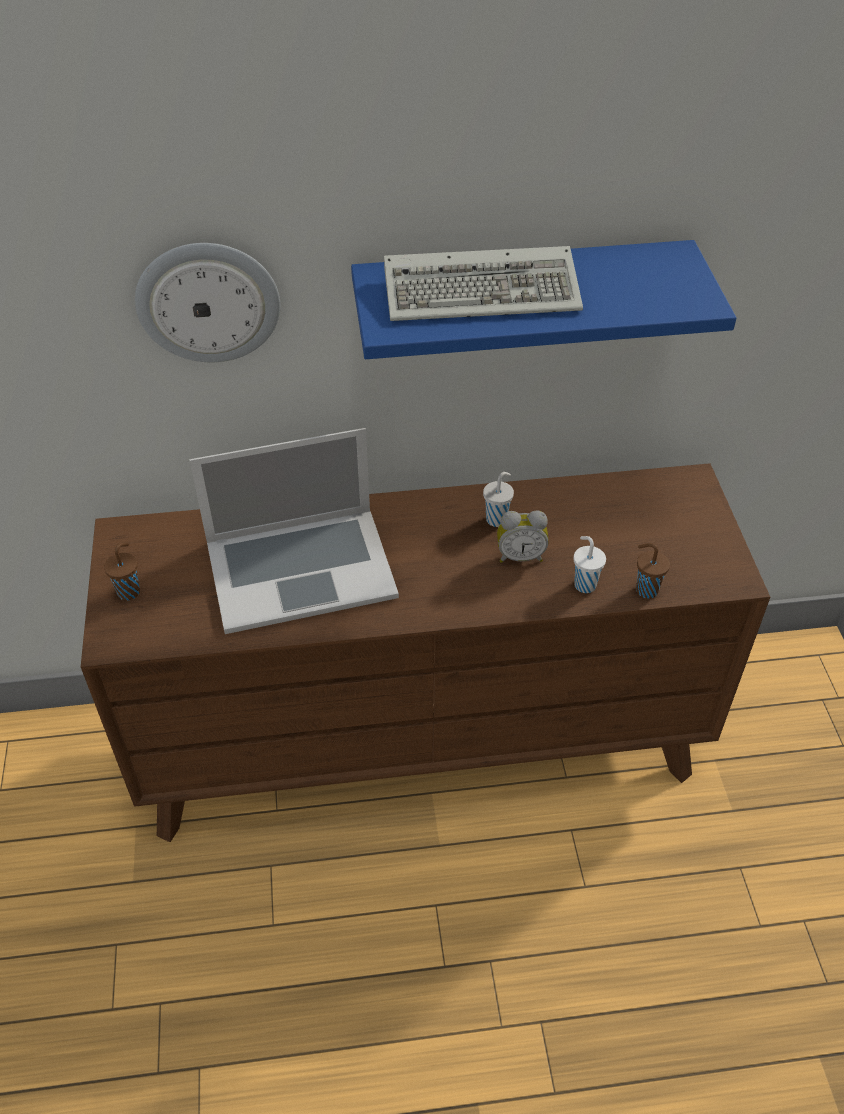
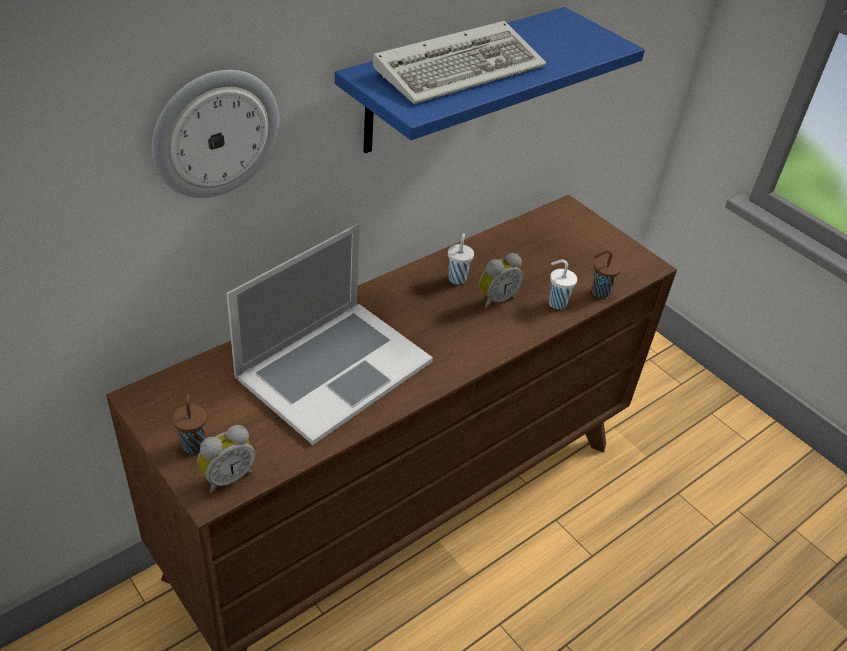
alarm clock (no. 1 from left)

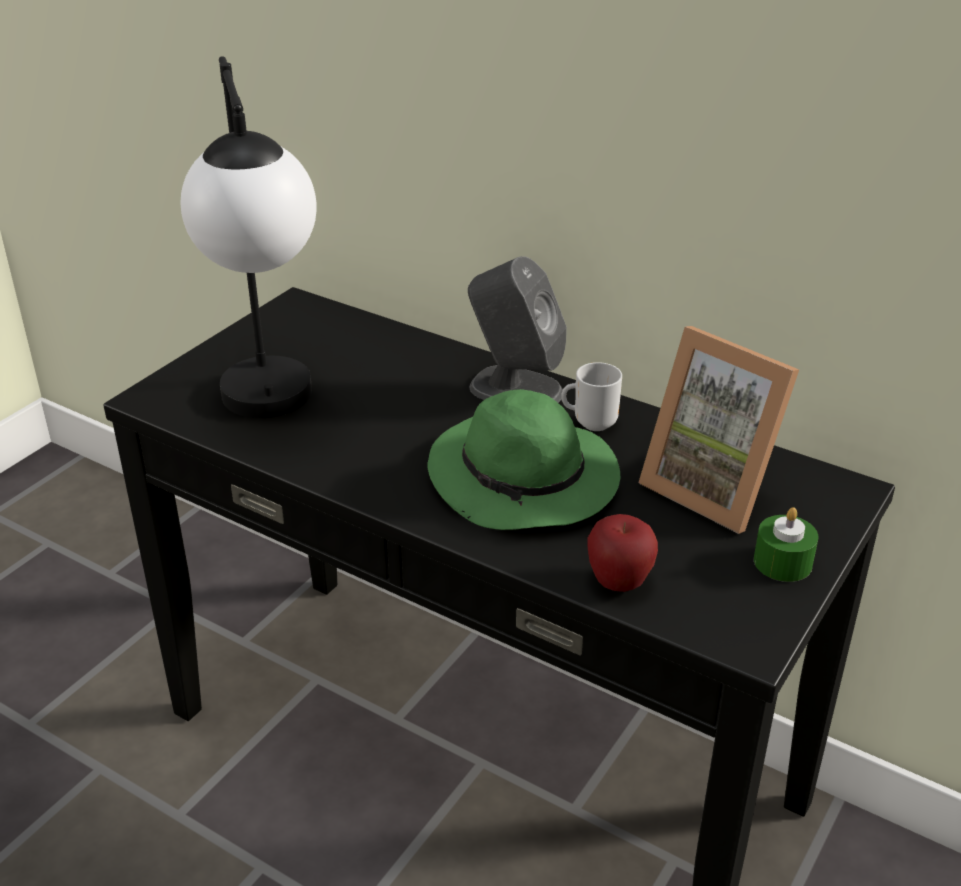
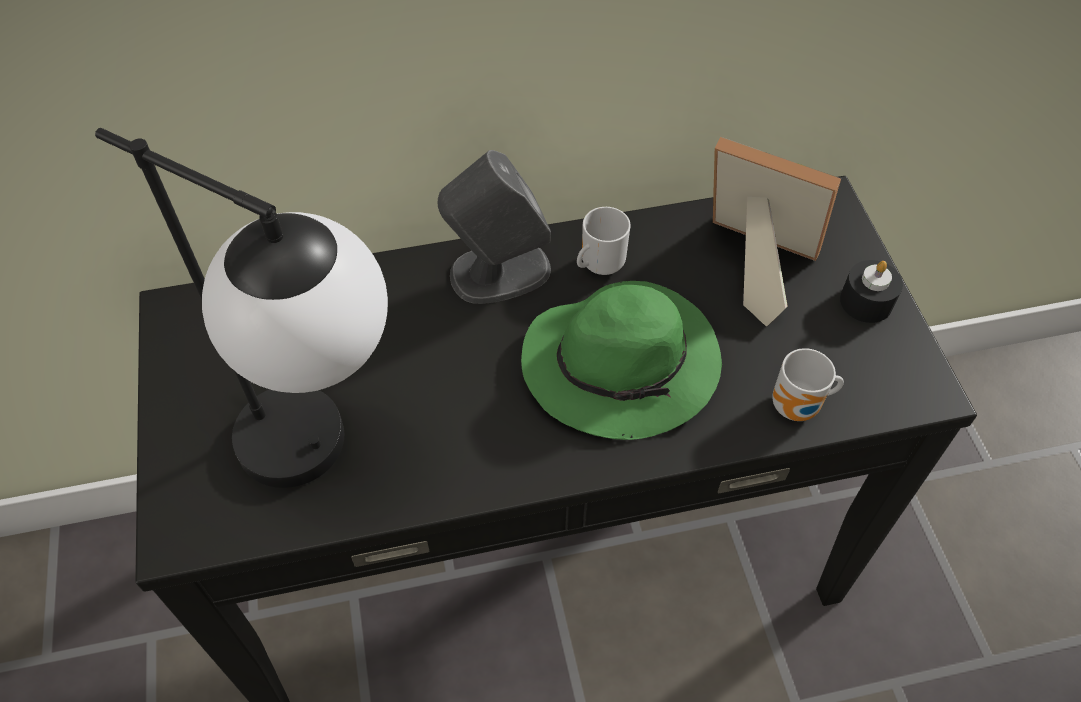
tea mug (no. 2 from left)
candle in blackish
standing frame

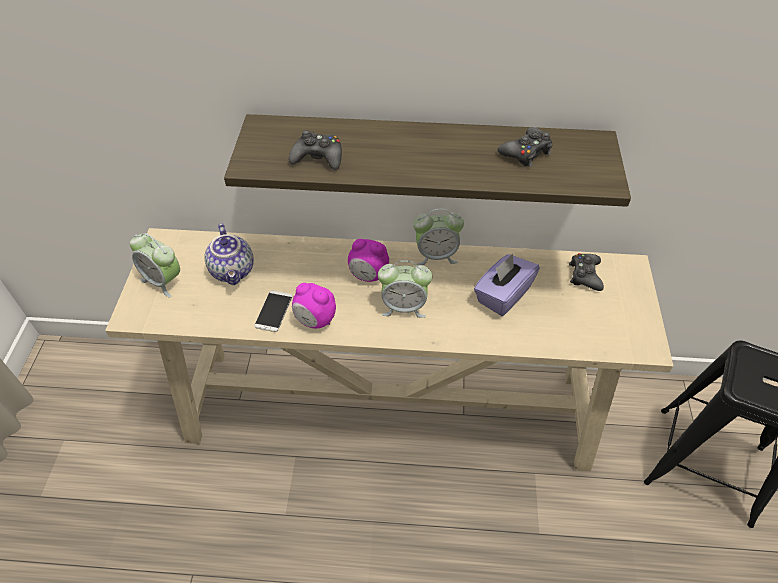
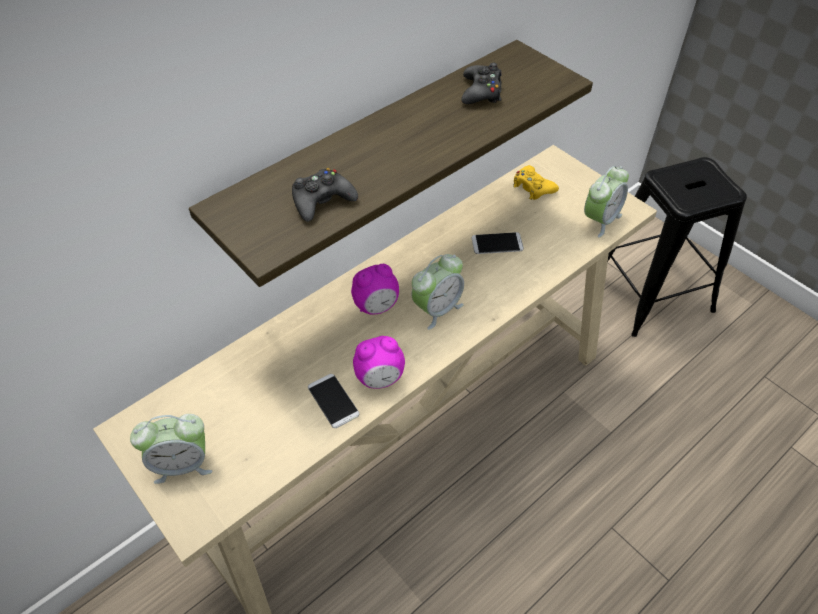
tea pot
alarm clock (no. 5 from left)
phone (no. 2 from left)
gamepad in yellow

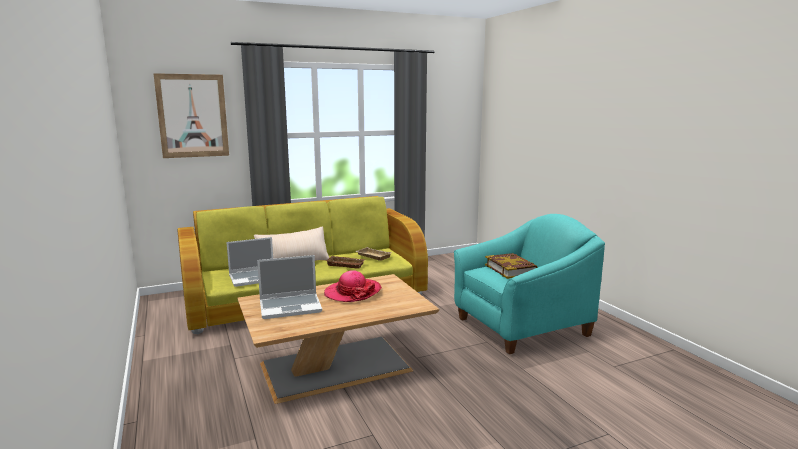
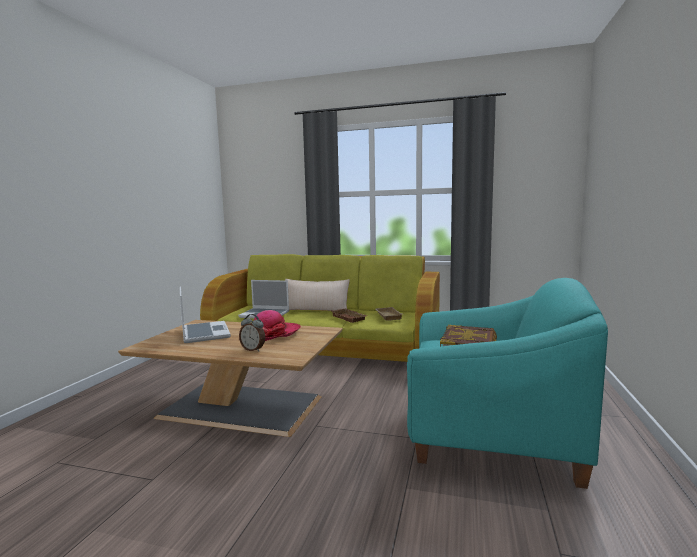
picture
alarm clock
laptop (no. 1 from left)

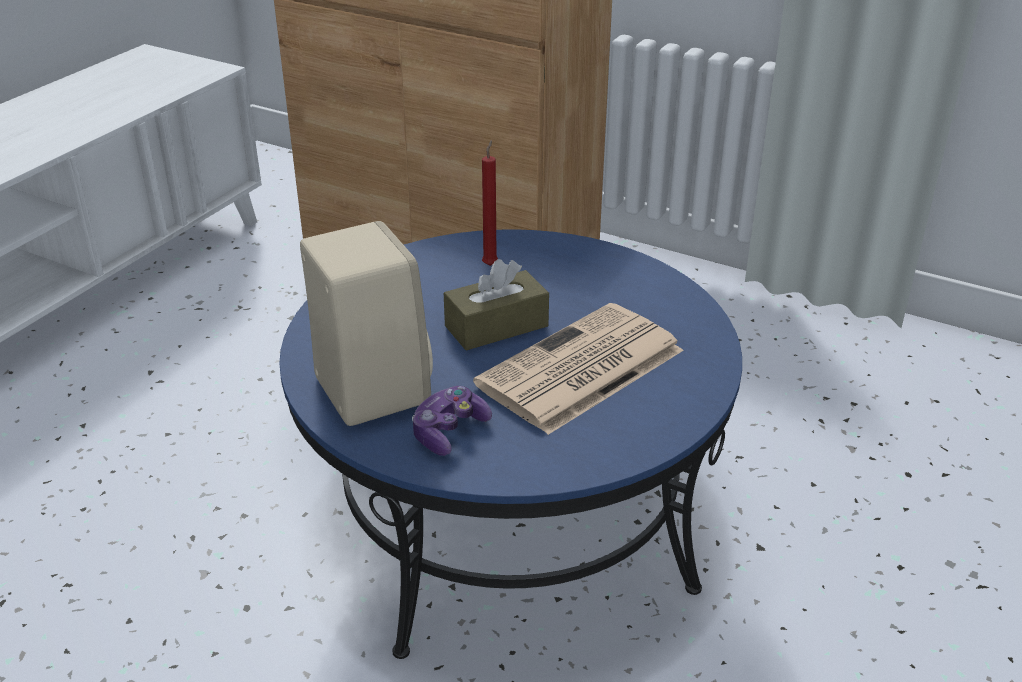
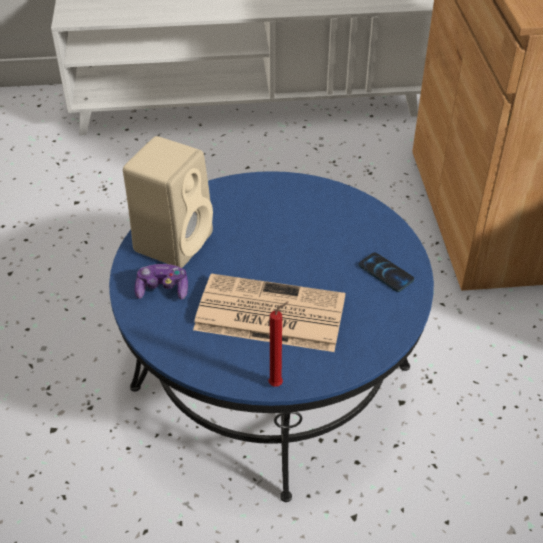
tissue holder in brown-coloured
phone
candle in red-coloured

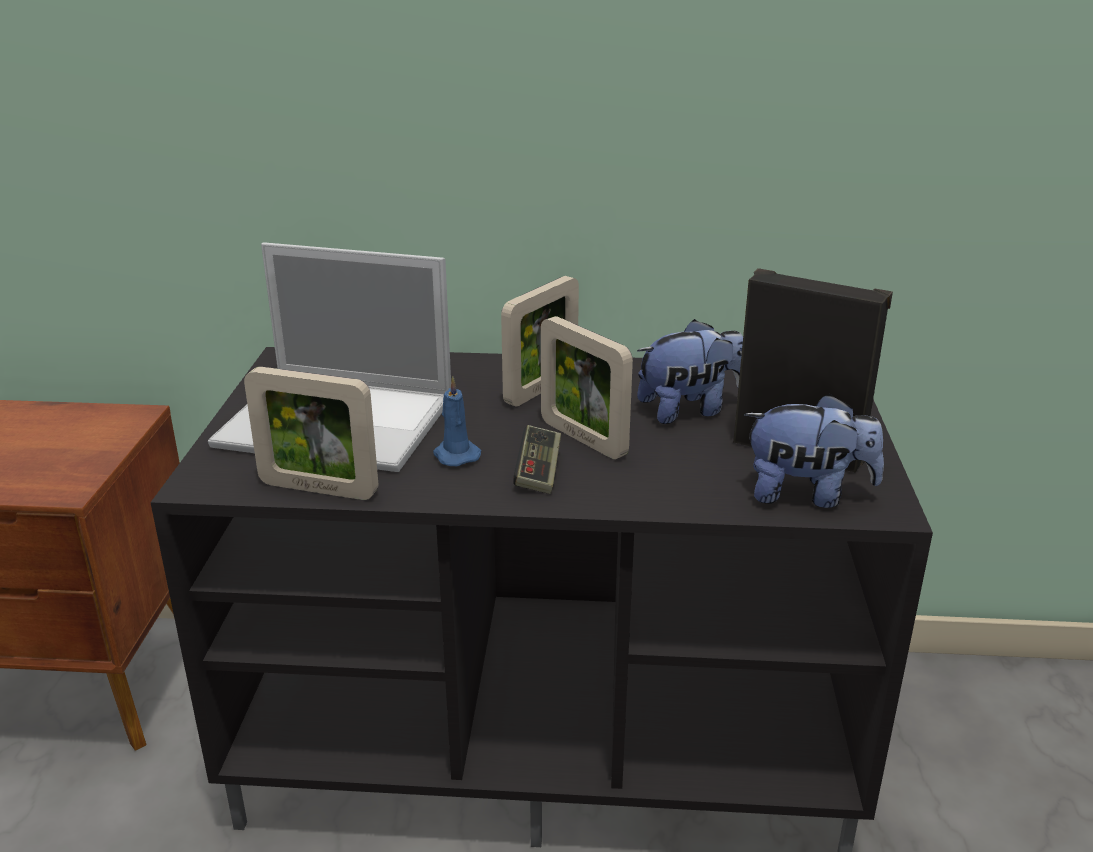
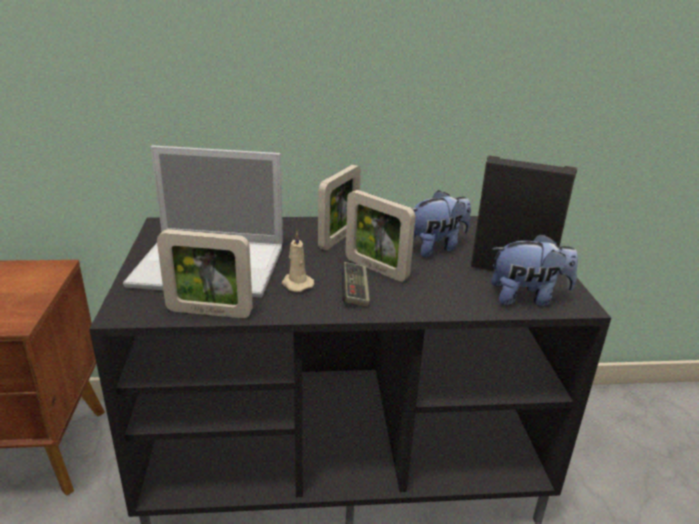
candle in beige-coloured

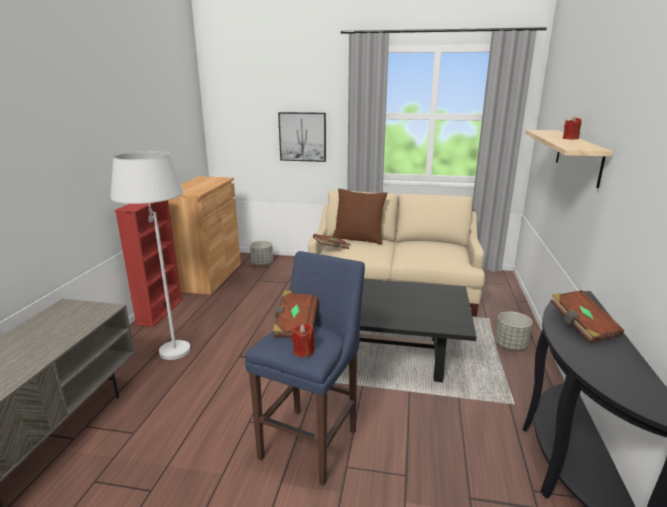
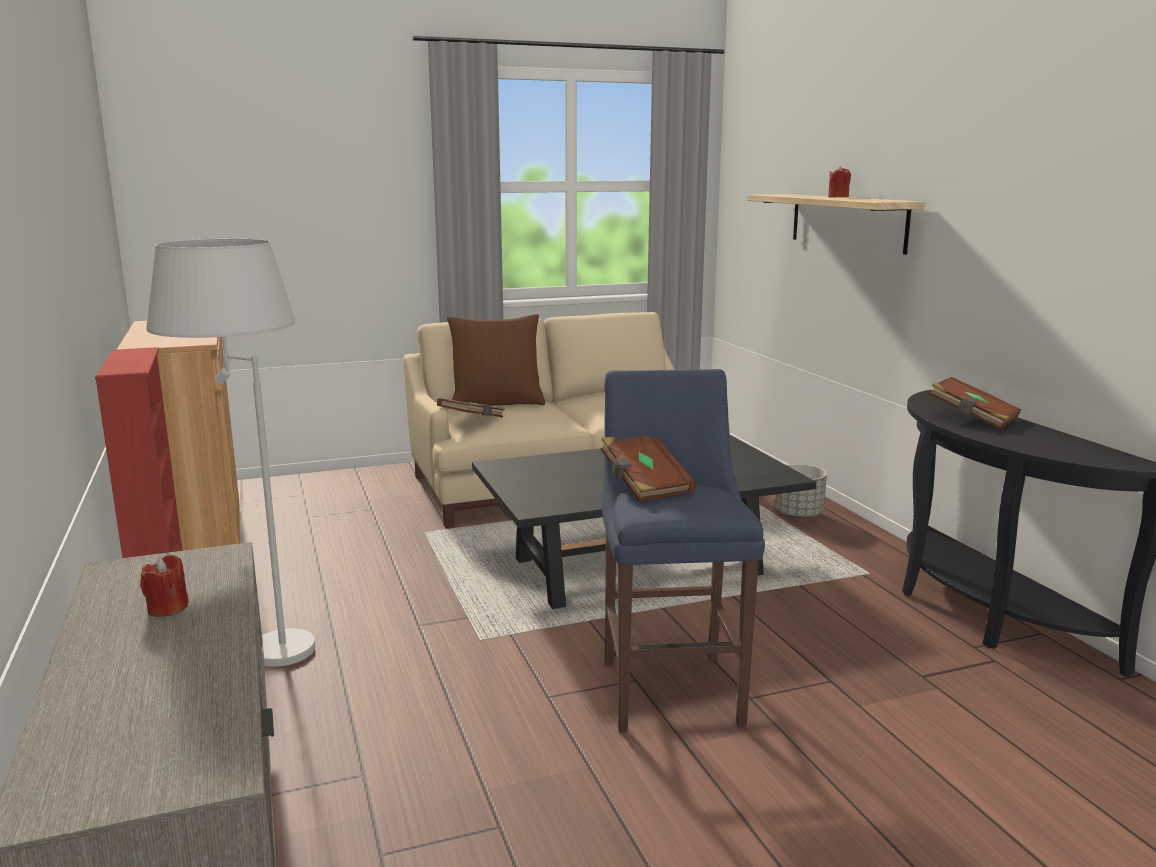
planter in greyish (no. 1 from left in the first image)
picture
candle in red-coloured (no. 1 from left)

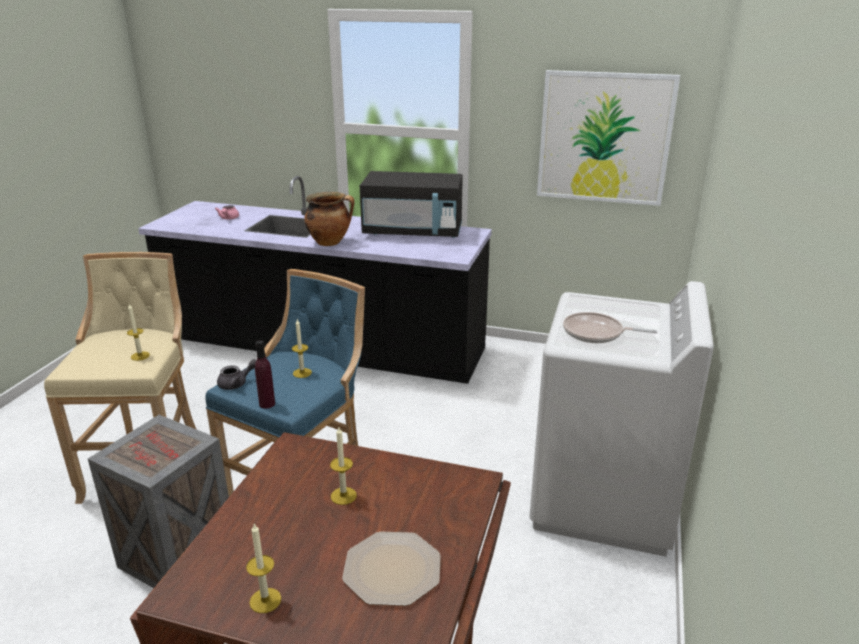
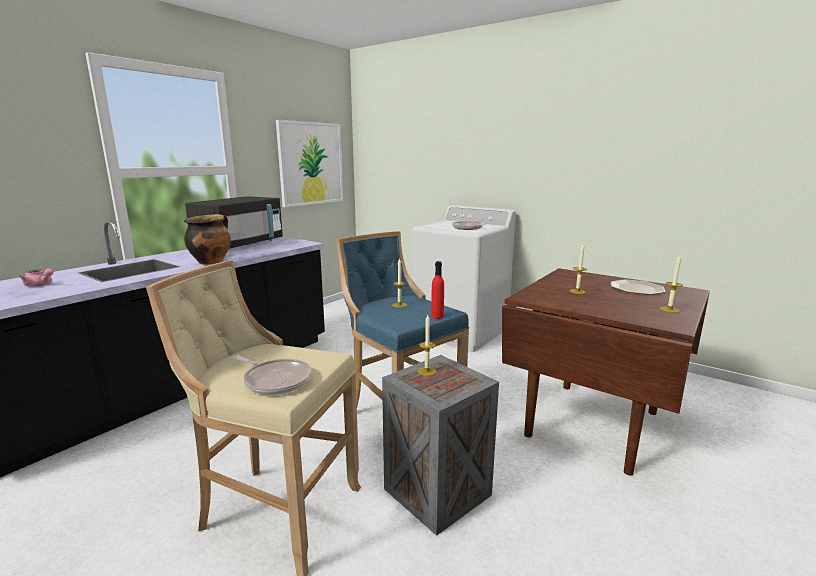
tea pot in greyish
skillet (no. 1 from left)
candle (no. 2 from left)
beverage bottle in red-coloured

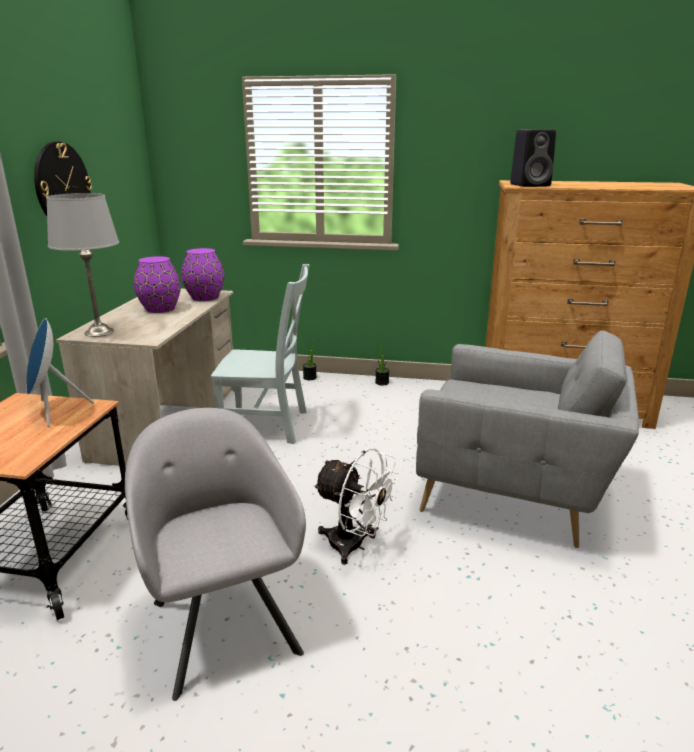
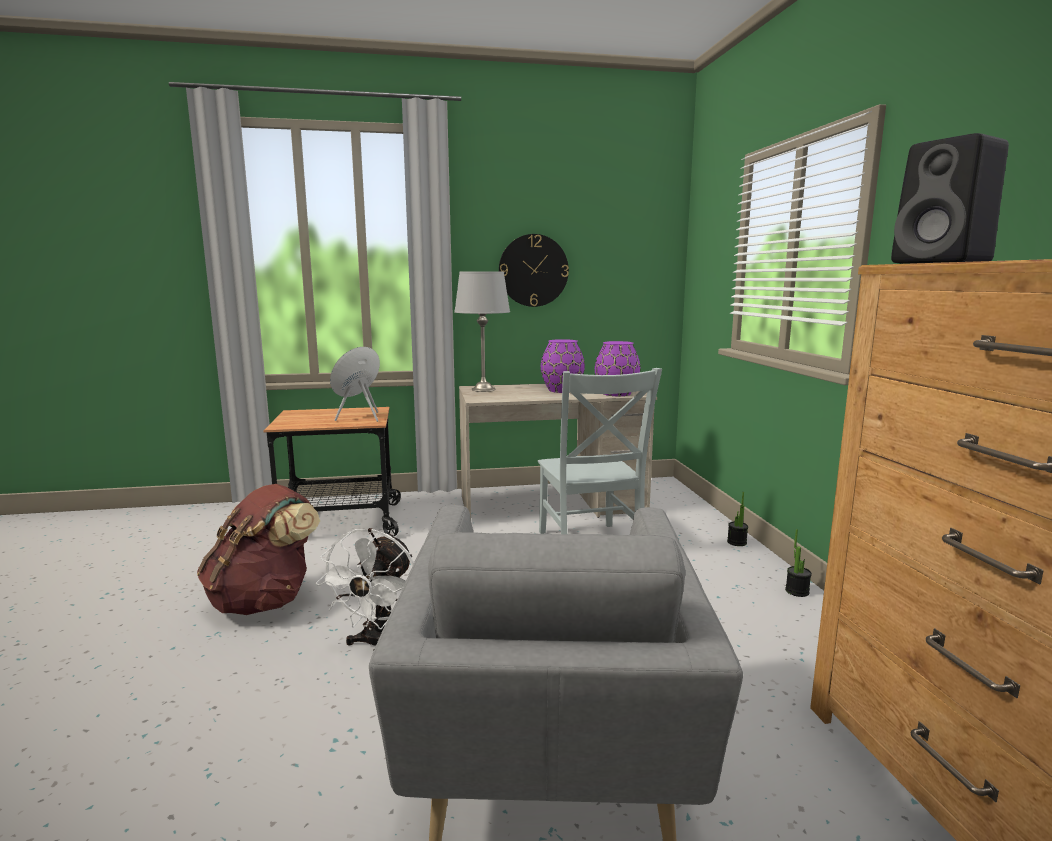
rucksack in brown-coloured

